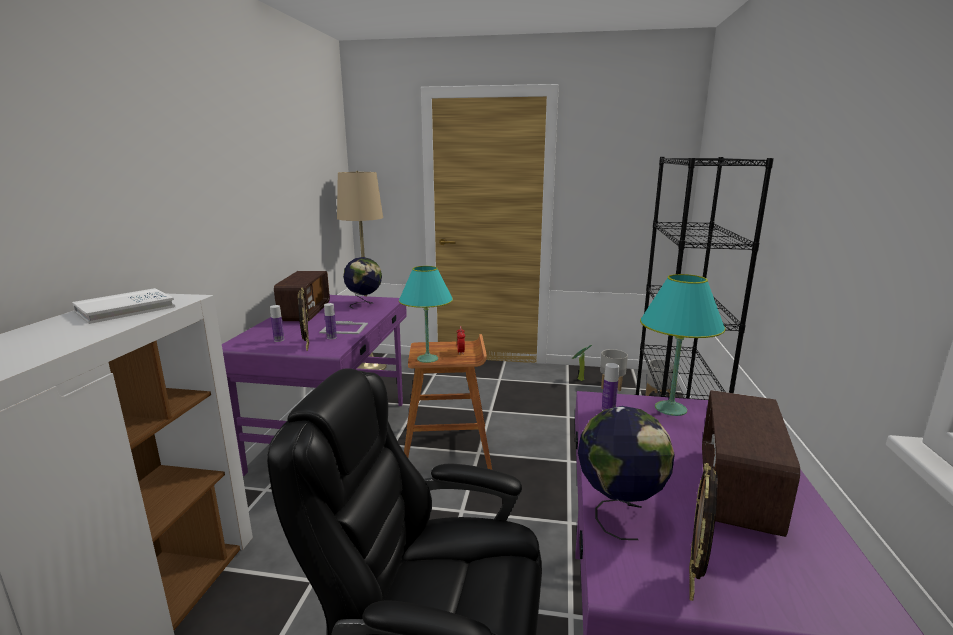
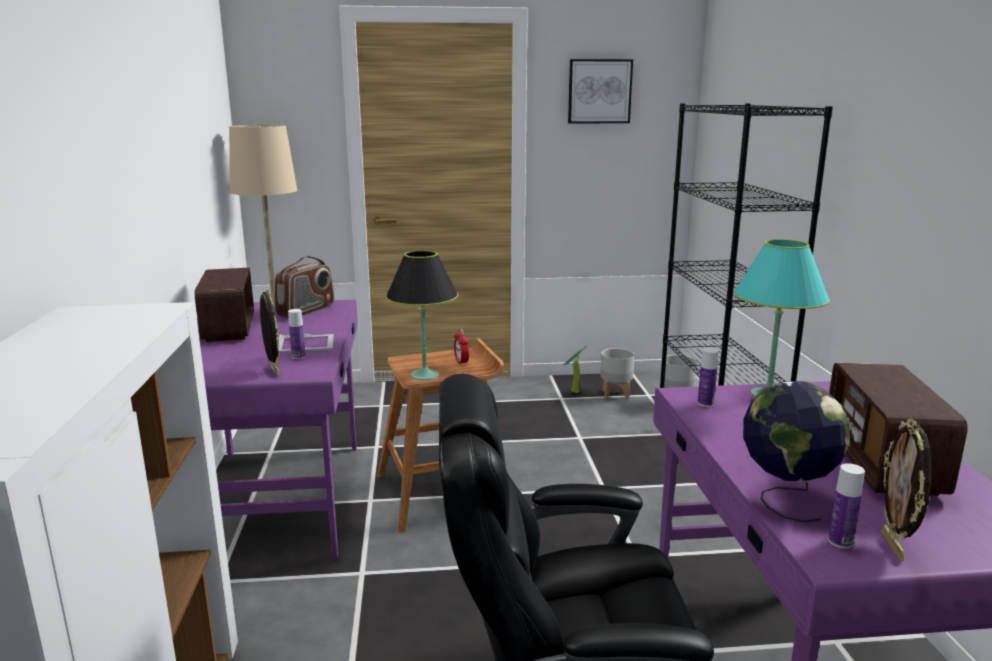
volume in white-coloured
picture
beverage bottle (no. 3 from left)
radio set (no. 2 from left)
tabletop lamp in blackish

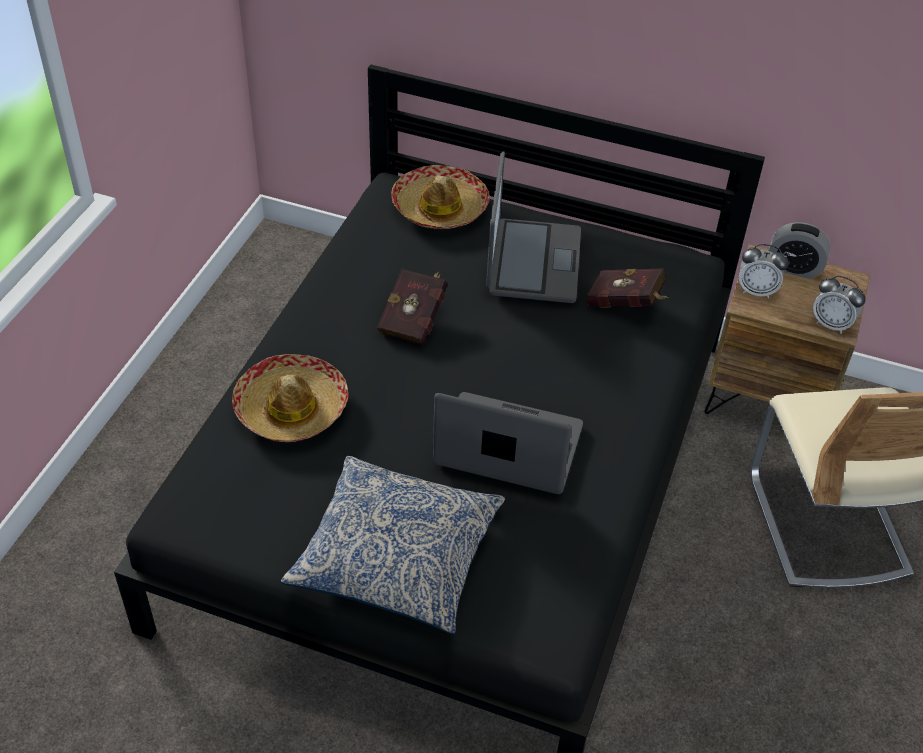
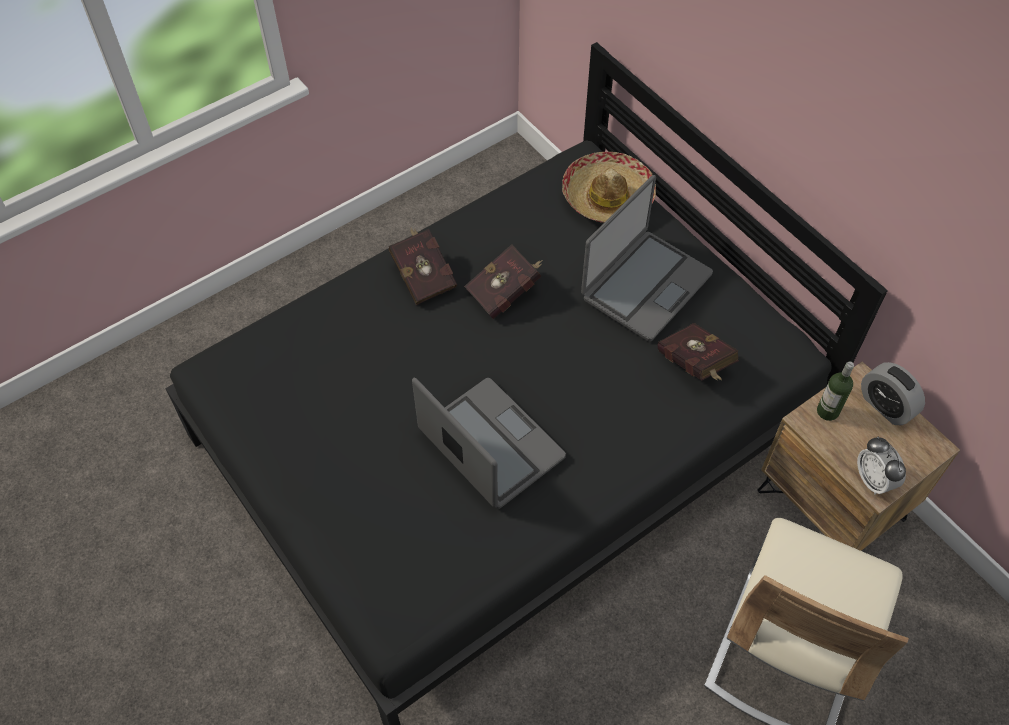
wearable hat (no. 1 from left in the first image)
pillow
volume in red-coloured (no. 1 from left)
beverage bottle

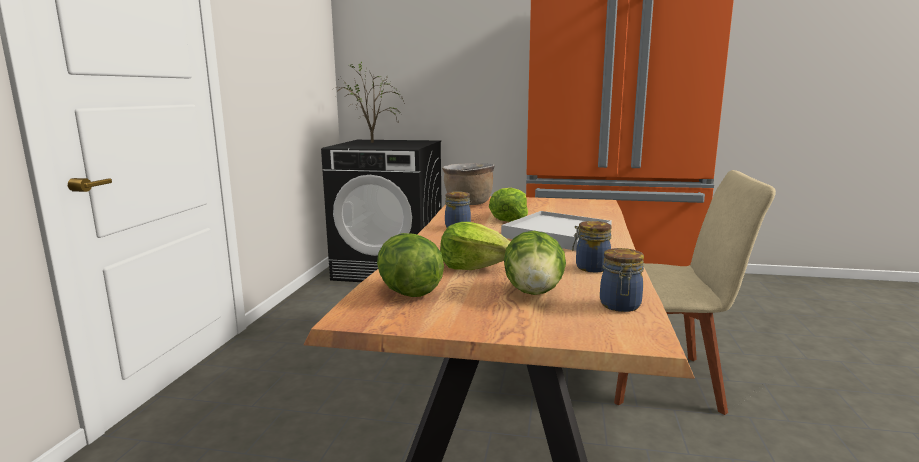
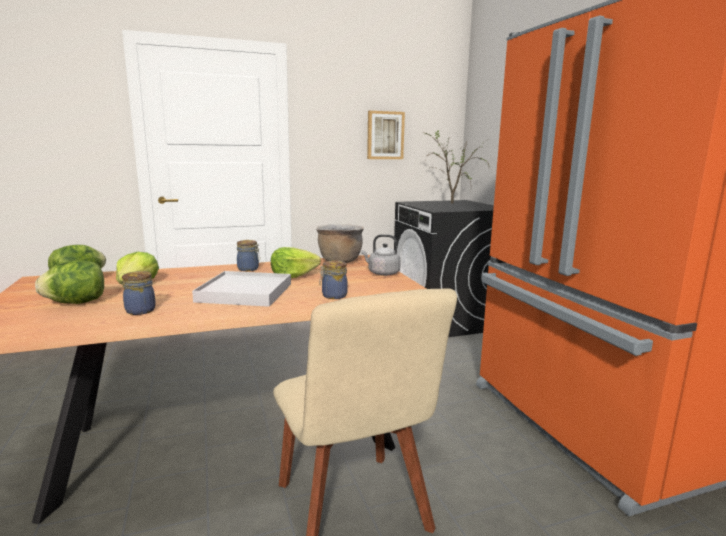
kettle in greyish
picture
preserve jar (no. 3 from left)

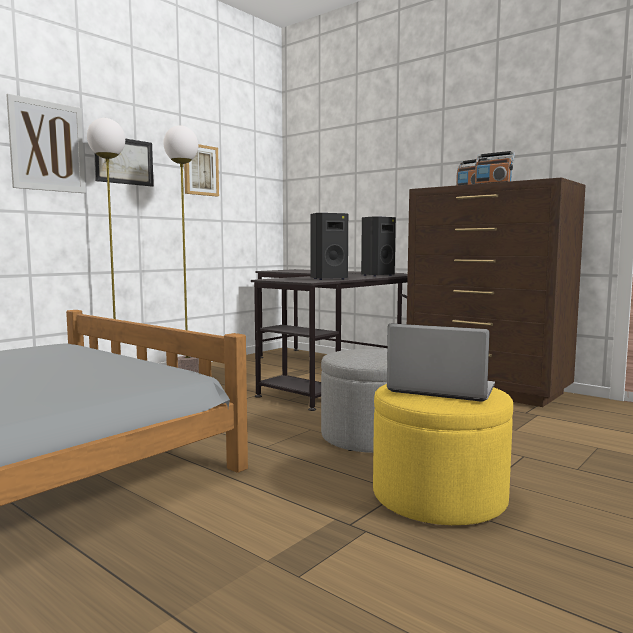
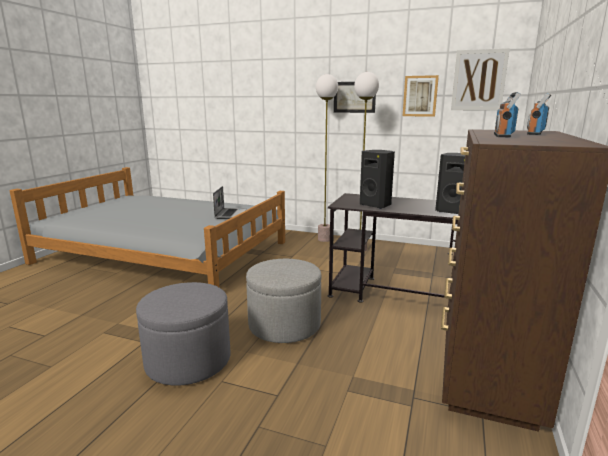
picture (no. 3 from left)
laptop
ottoman in greyish (no. 1 from left)

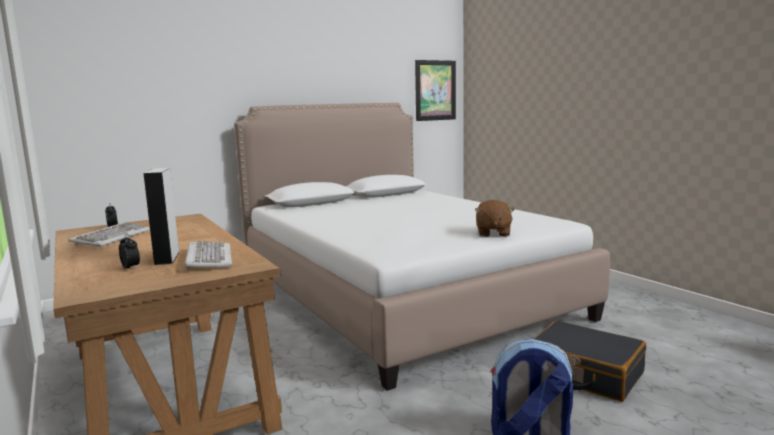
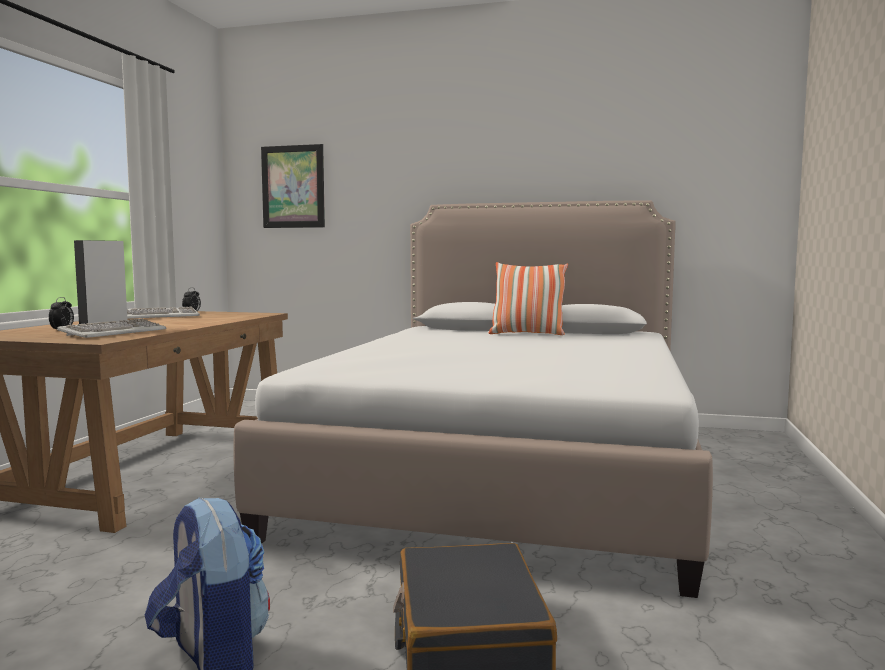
cuddly toy in brown-coloured
pillow
picture

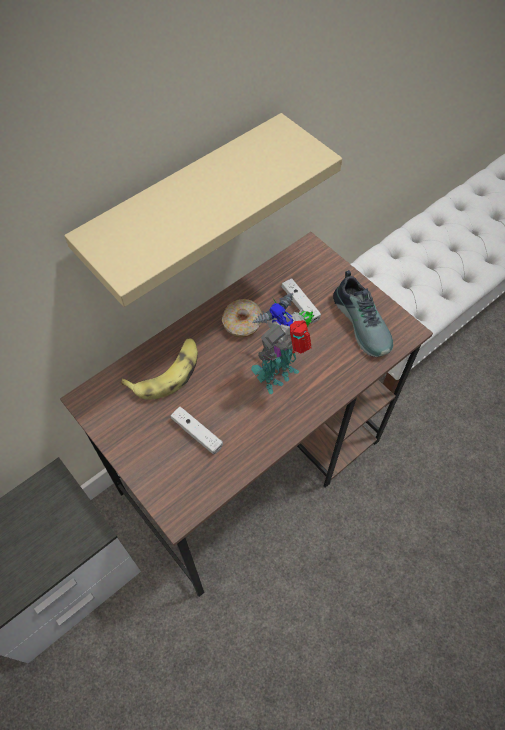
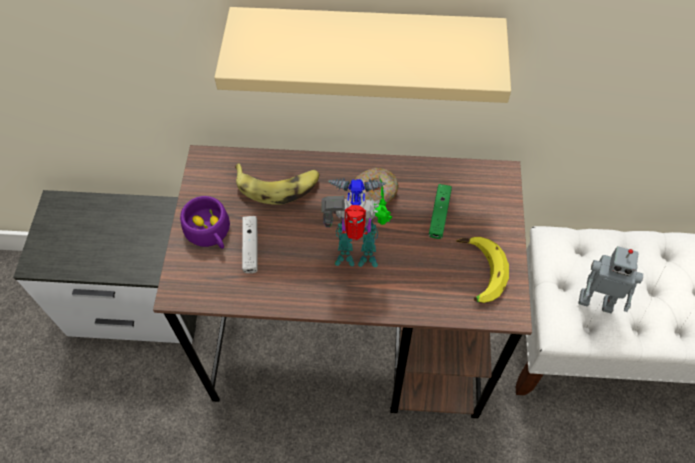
cup in purplish
toy robot (no. 2 from left)
whole banana (no. 2 from left)
gamepad in greenish

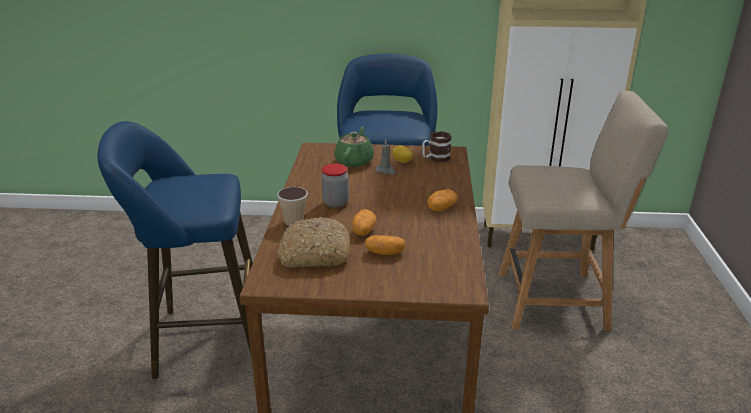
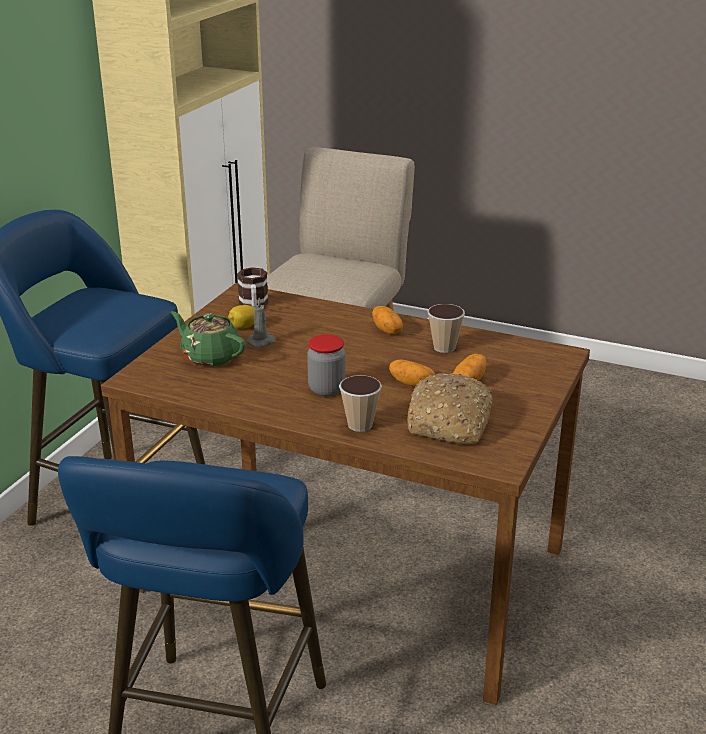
cup (no. 2 from left)

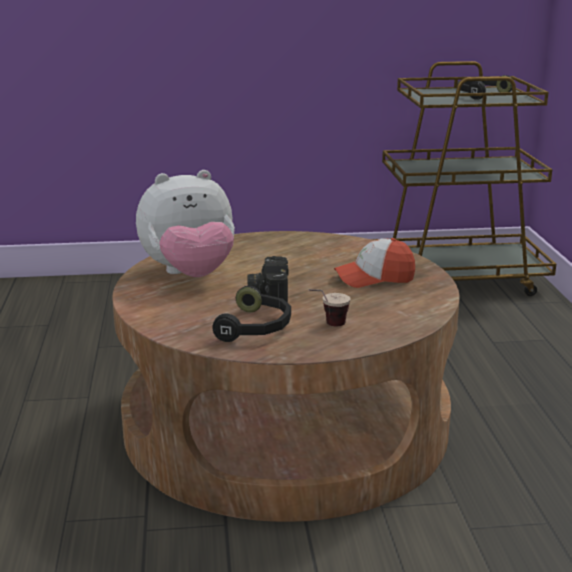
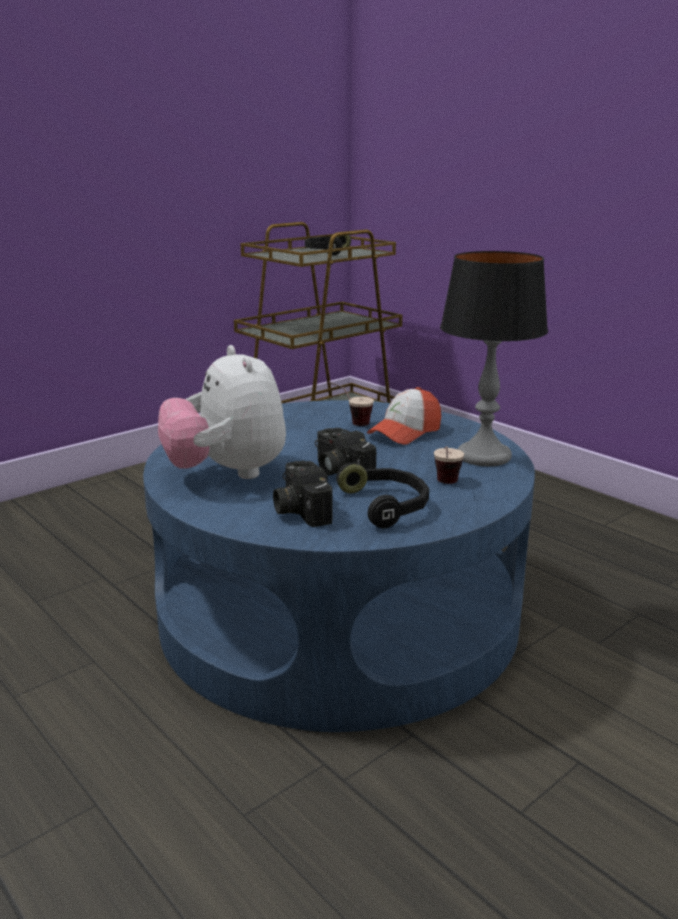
still camera (no. 1 from left)
cup (no. 1 from left)
tabletop lamp
coffee table in bluish
cuddly toy

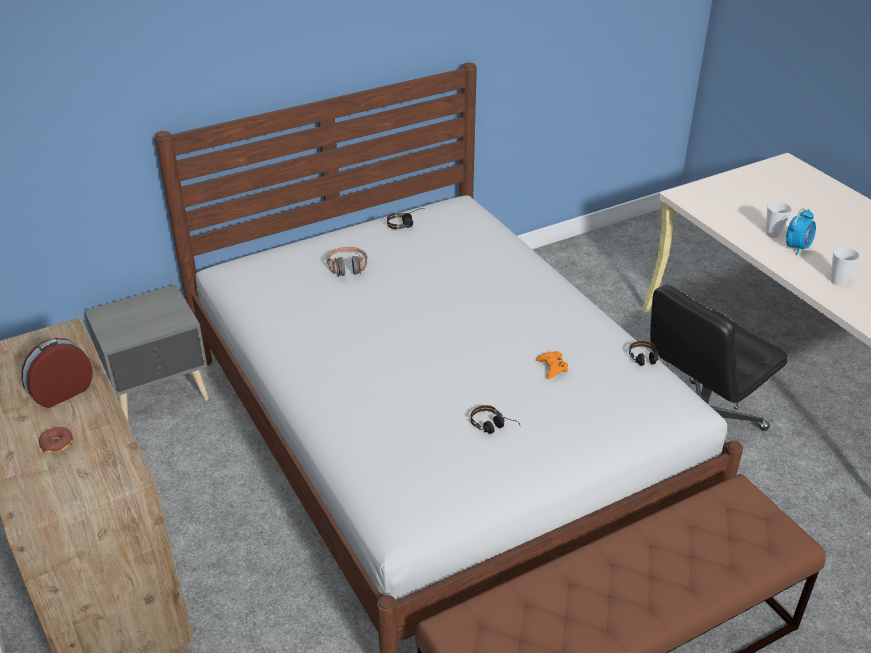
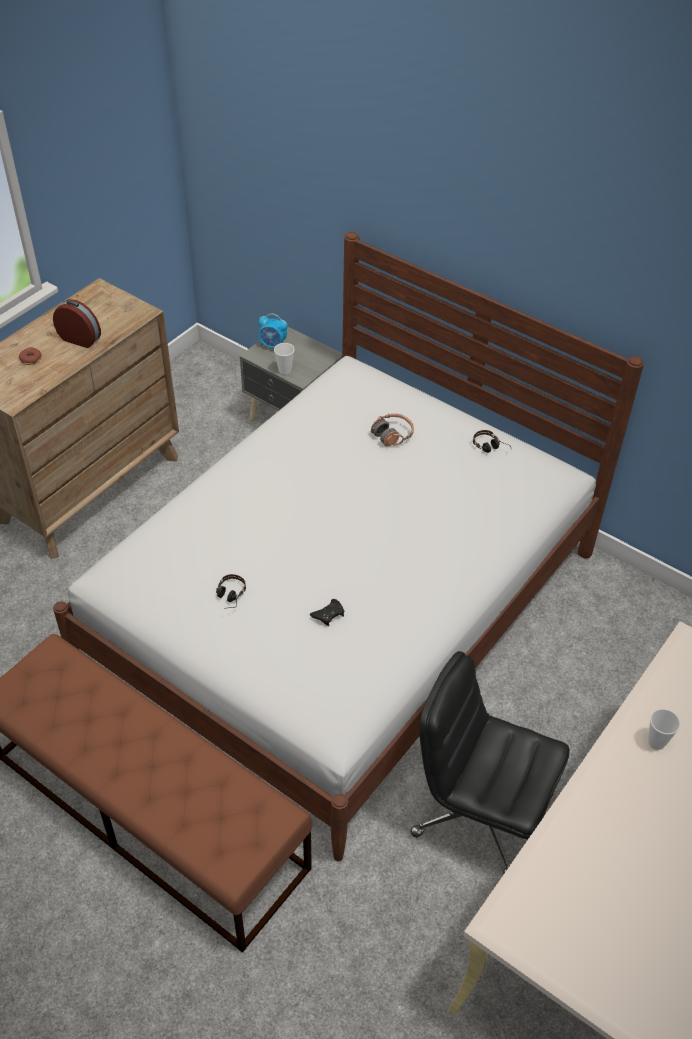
headset (no. 4 from left in the first image)
alarm clock (no. 2 from left)
cup (no. 1 from left)
gamepad in blackish

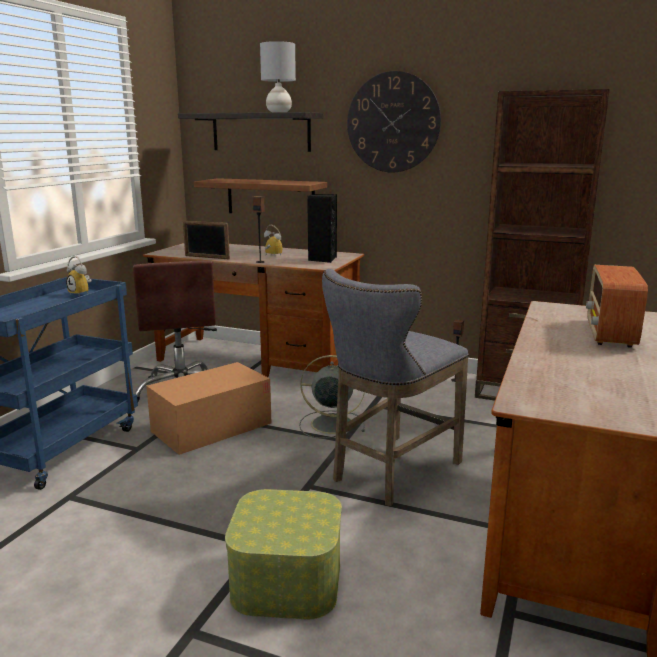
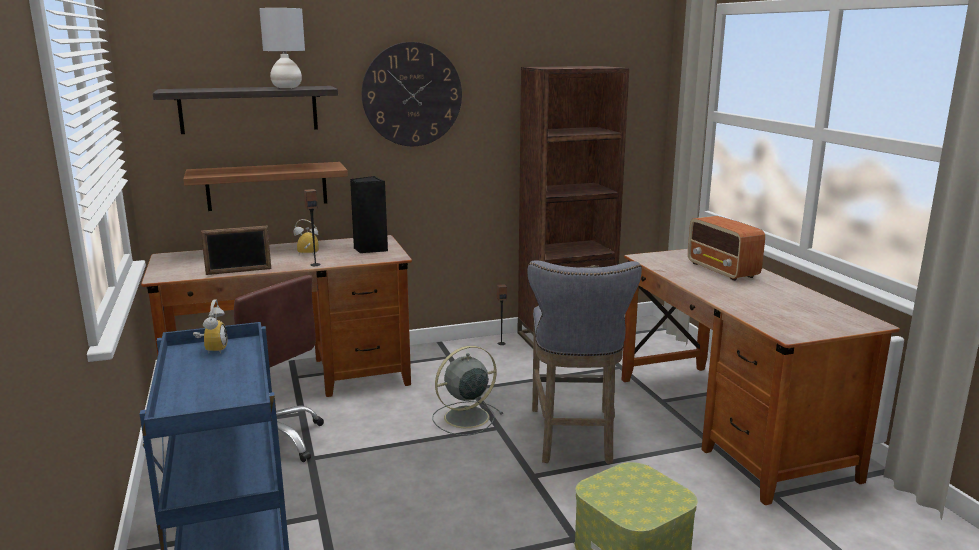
cardboard box
alarm clock (no. 1 from left)

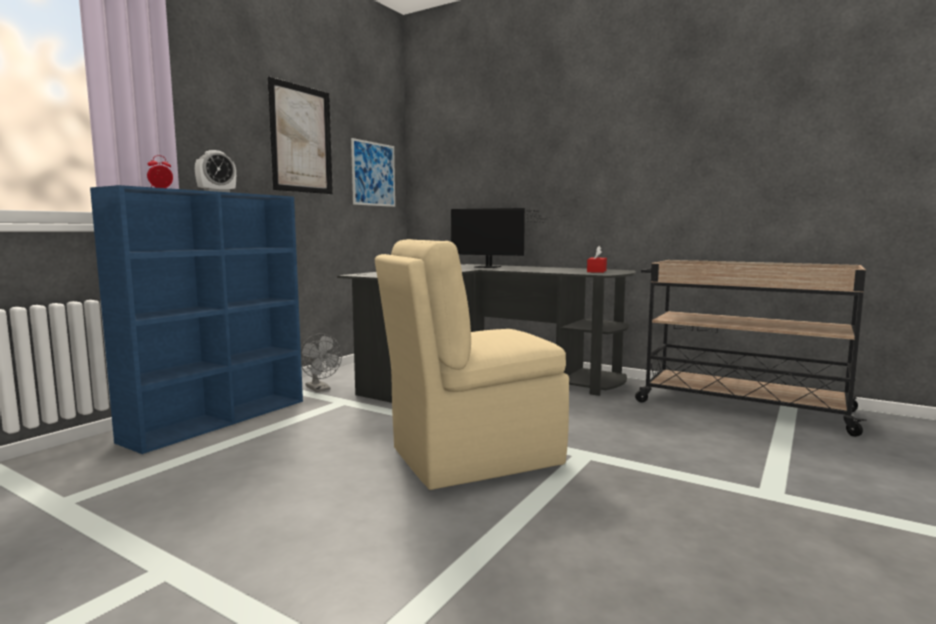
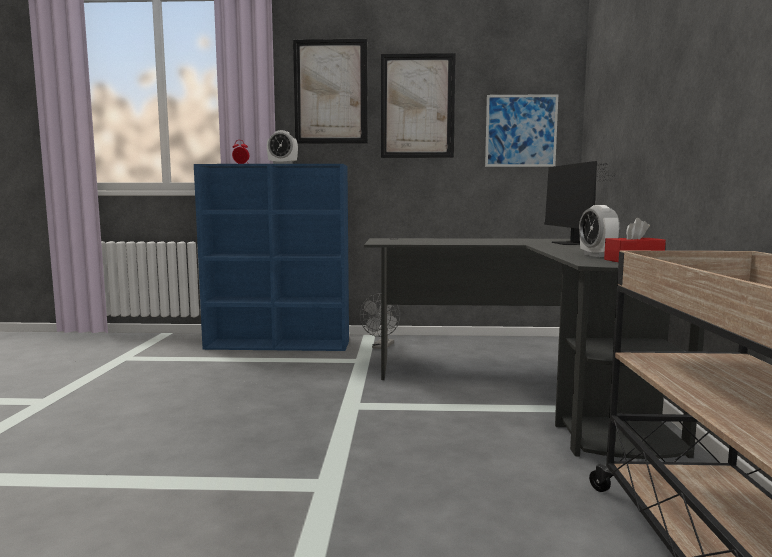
chair in beige-coloured
picture (no. 1 from left)
alarm clock (no. 3 from left)

